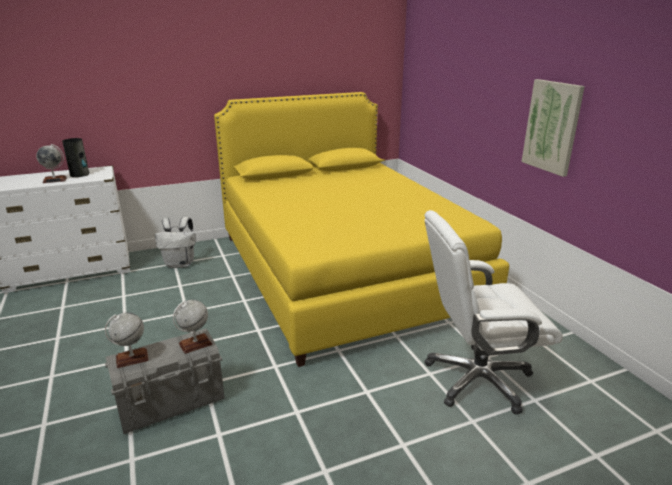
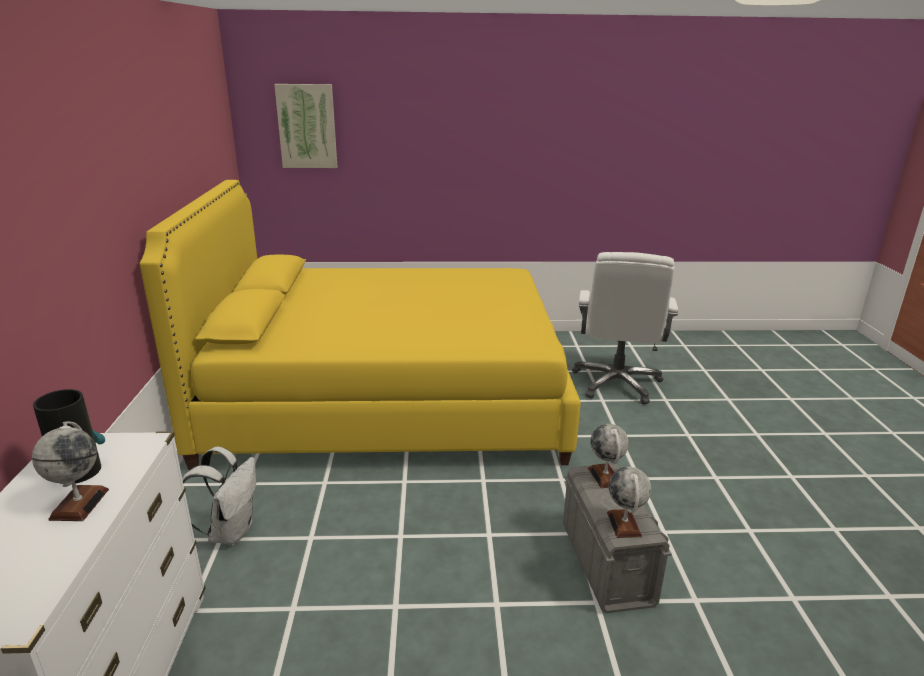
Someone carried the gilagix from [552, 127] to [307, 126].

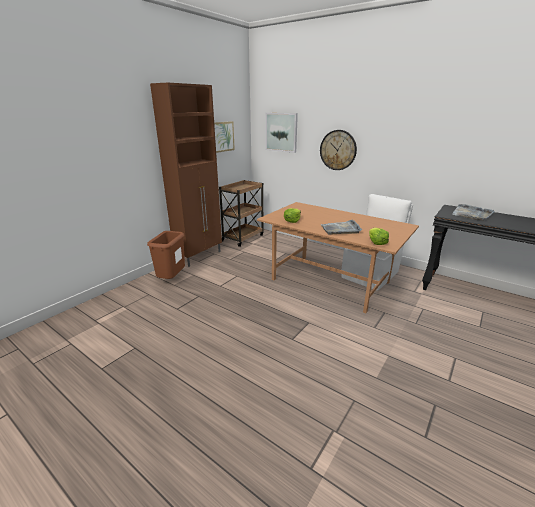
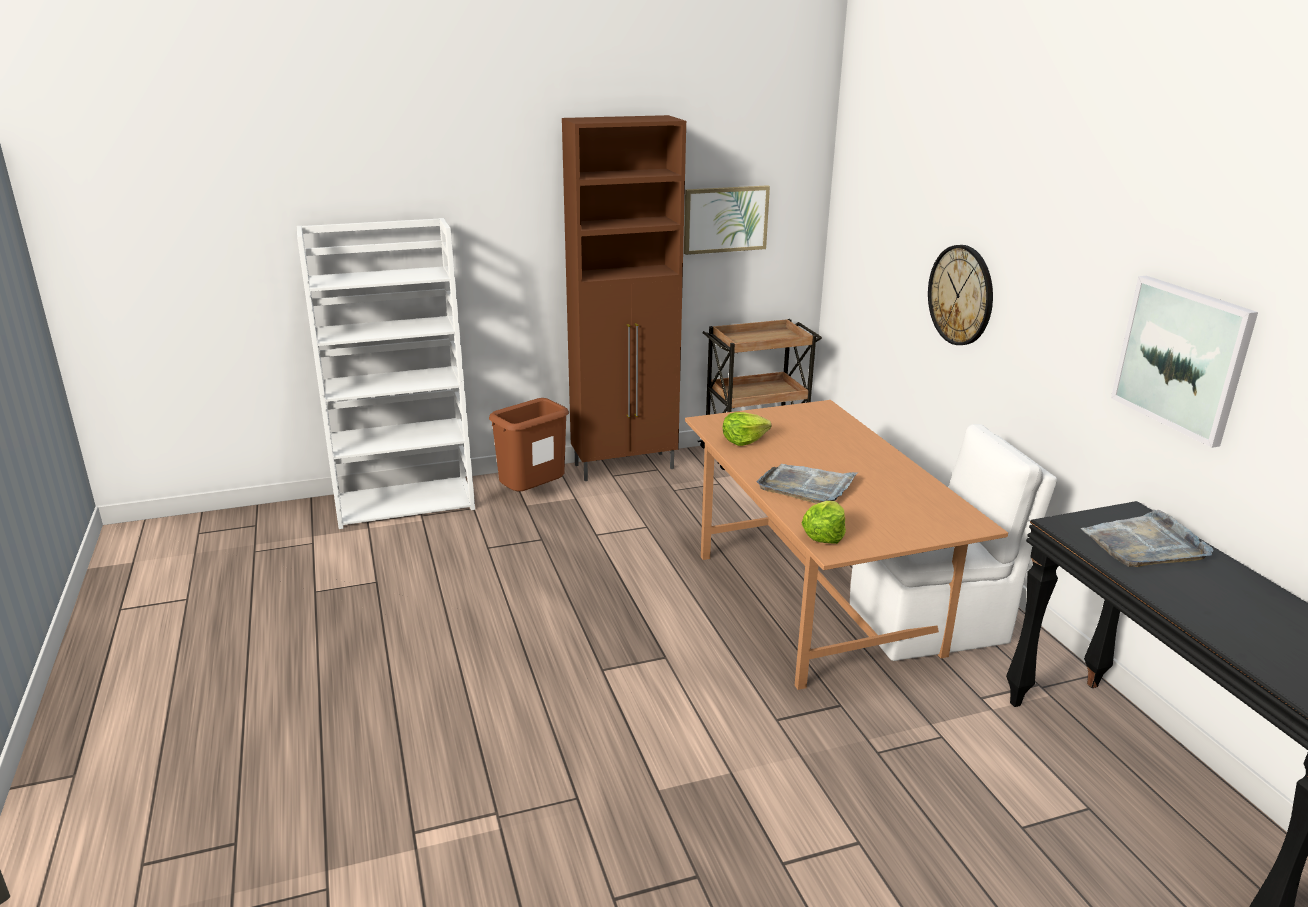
Someone carried the gilagix from [281, 132] to [1182, 358].
Someone put down the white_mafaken at [406, 502].

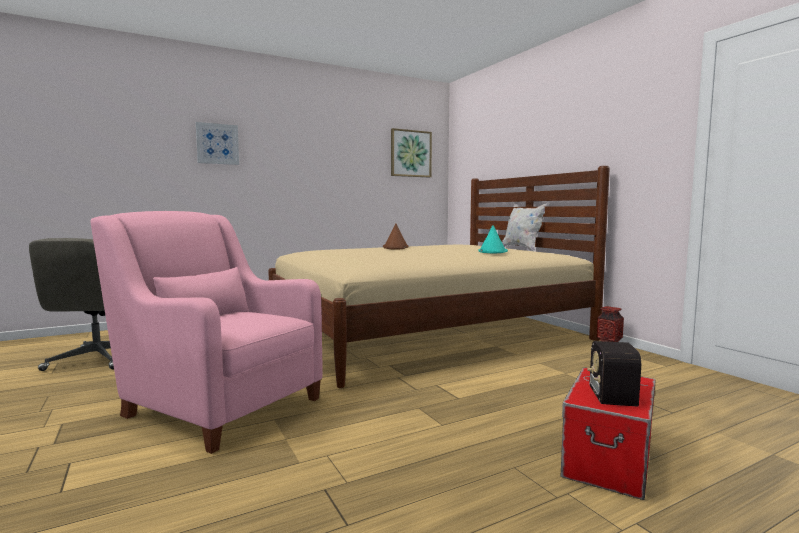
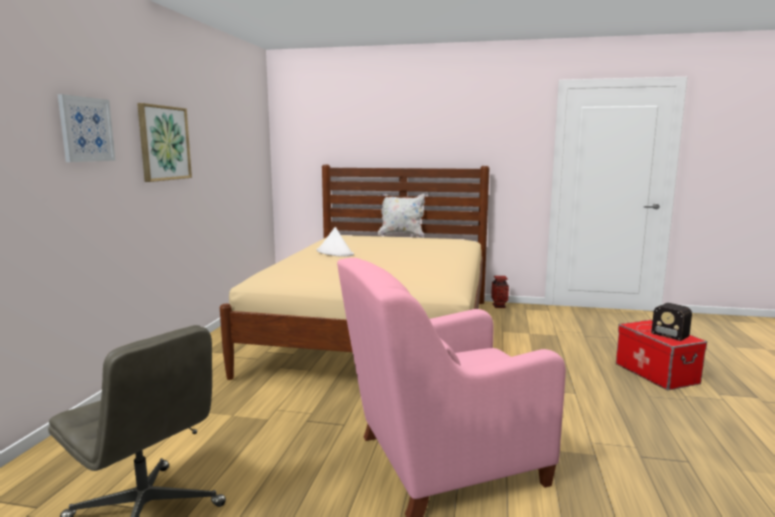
Someone carried the gilagix from [410, 153] to [164, 143].
Someone repainted the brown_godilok at [395, 247], which became the white_godilok at [335, 253].
Someone took away the turquoise_godilok at [492, 252].

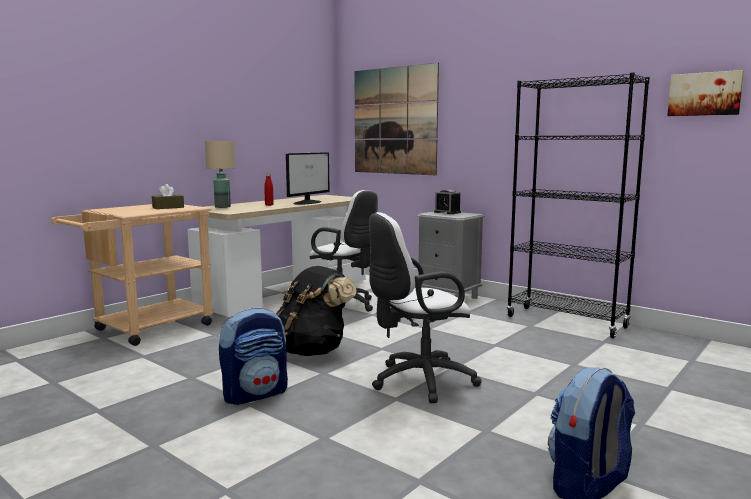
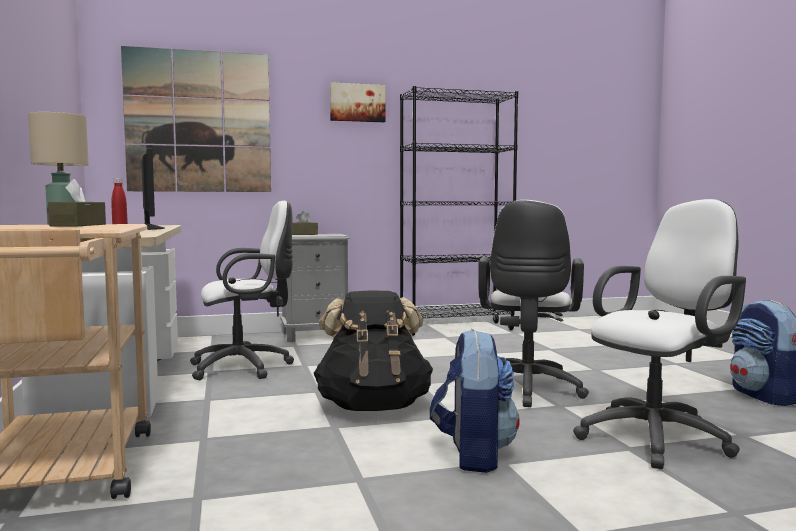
Someone carried the gilagix from [704, 94] to [357, 103].
Someone swapped the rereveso at [447, 212] for the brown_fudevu at [303, 234].
Someone put down the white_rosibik at [659, 437].

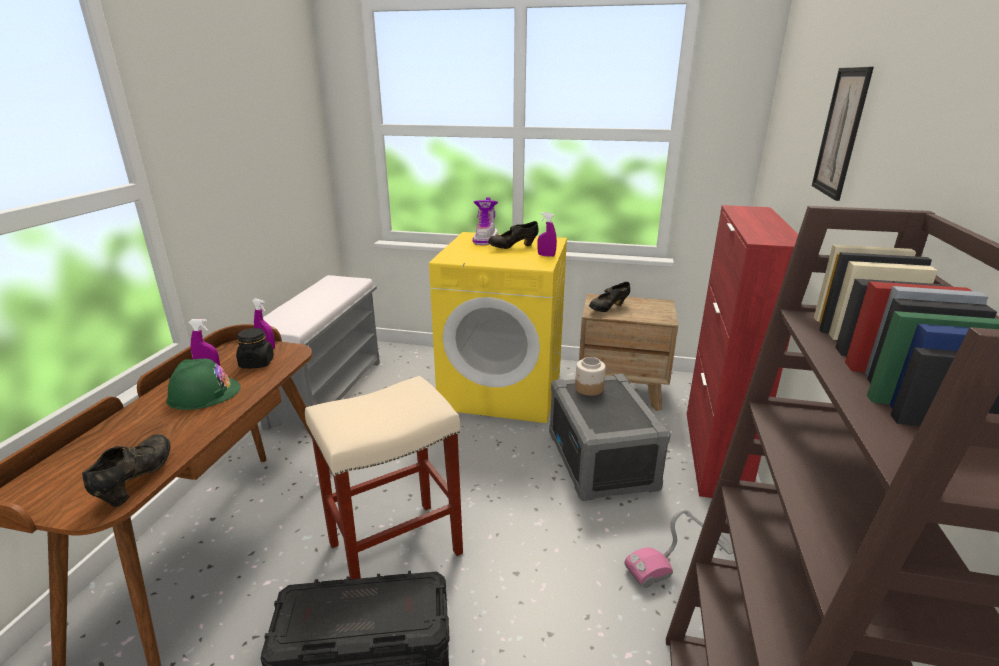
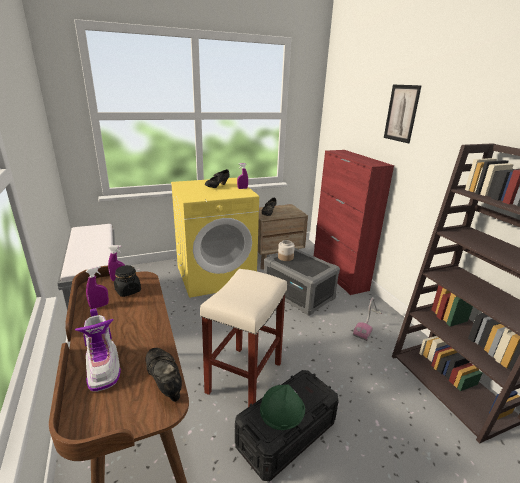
Someone carried the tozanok from [485, 239] to [103, 367].
Someone carried the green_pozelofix from [204, 393] to [282, 409].

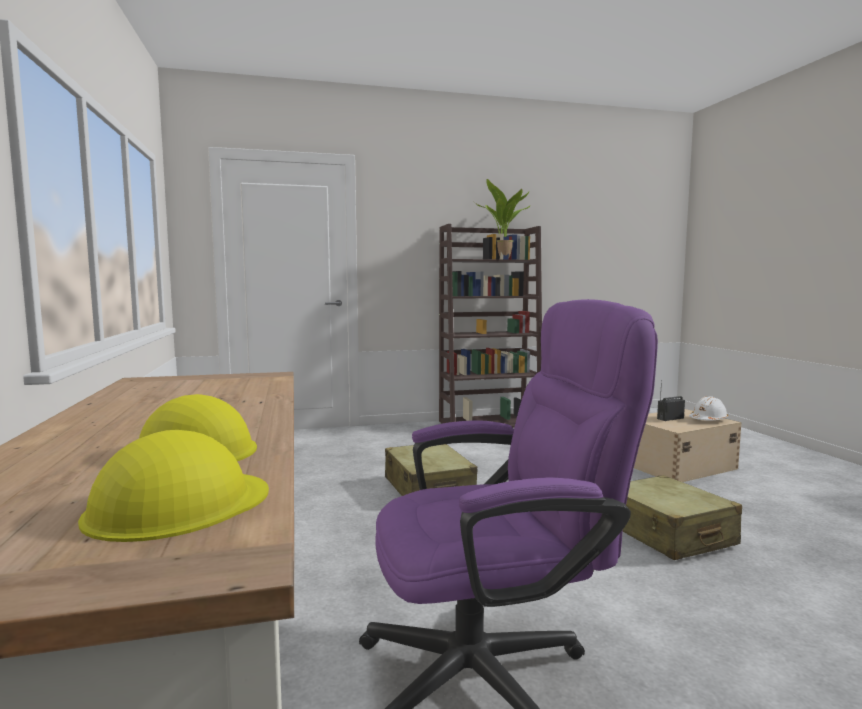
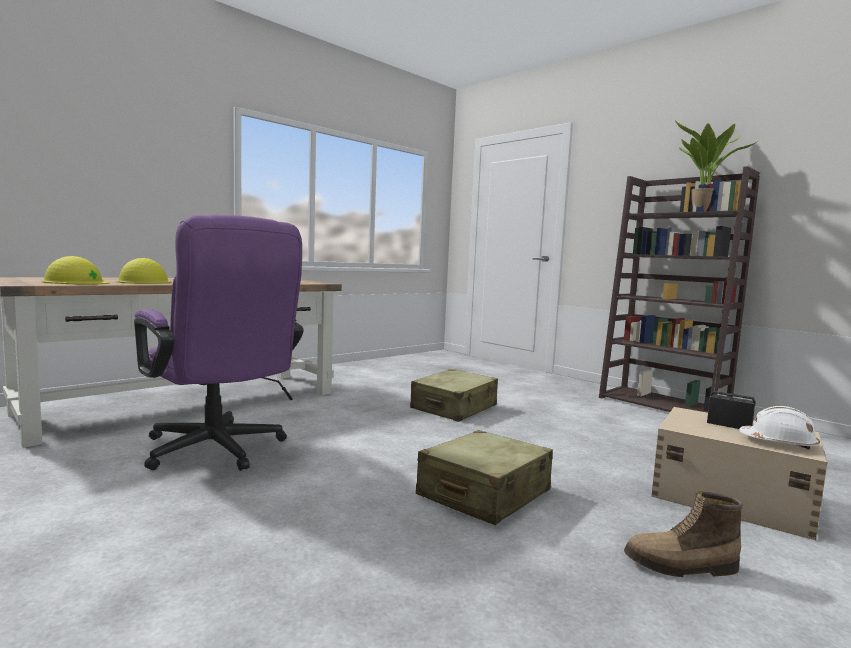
Someone put down the tozanok at [681, 566].

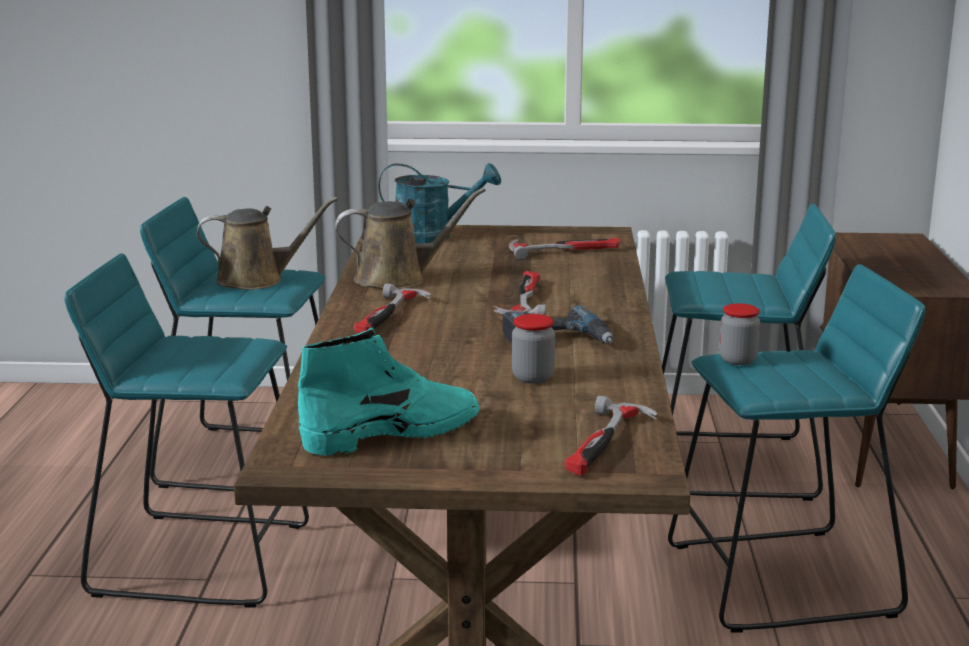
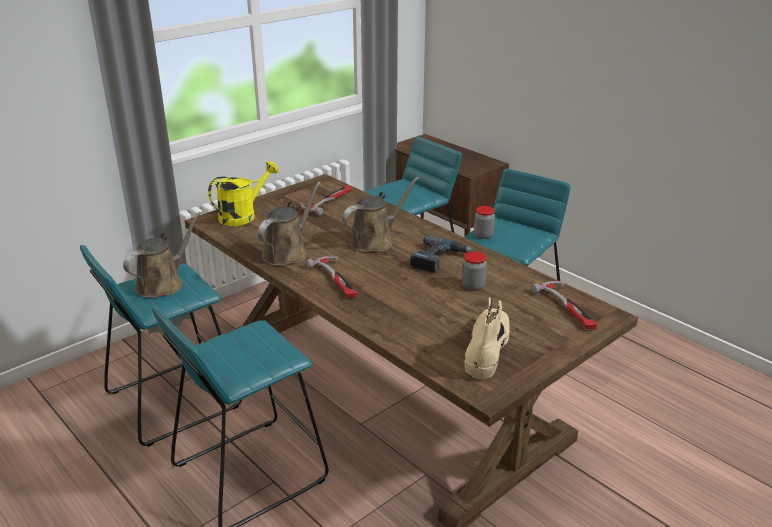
Someone repainted the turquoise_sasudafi at [434, 236], which became the yellow_sasudafi at [243, 215].
Someone swapped the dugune at [523, 300] for the brown_sasudafi at [375, 241].
Someone repainted the turquoise_tozanok at [393, 433], which became the beige_tozanok at [487, 348].

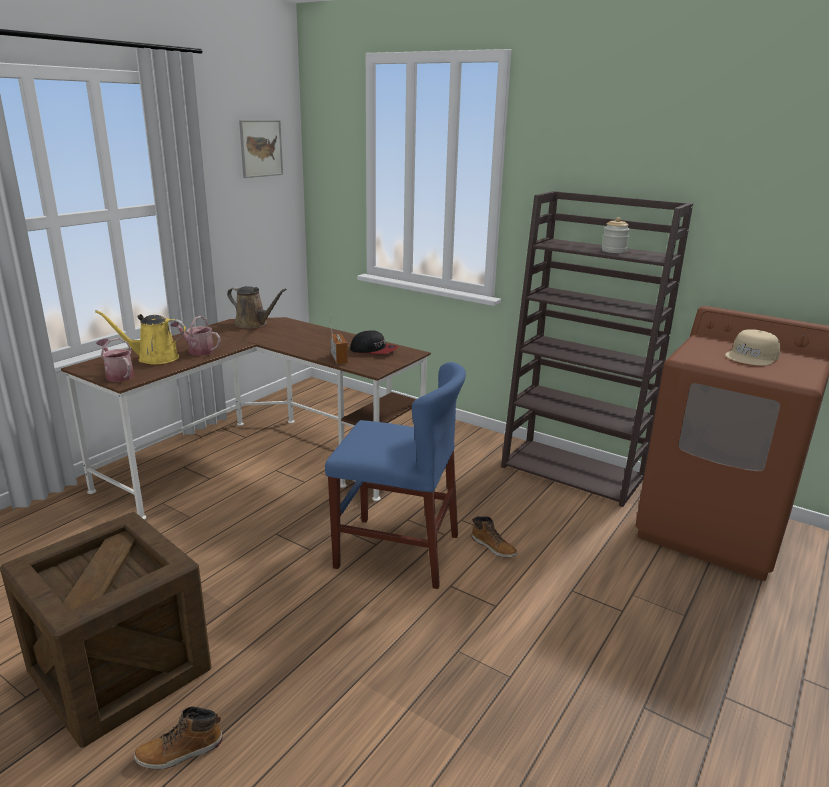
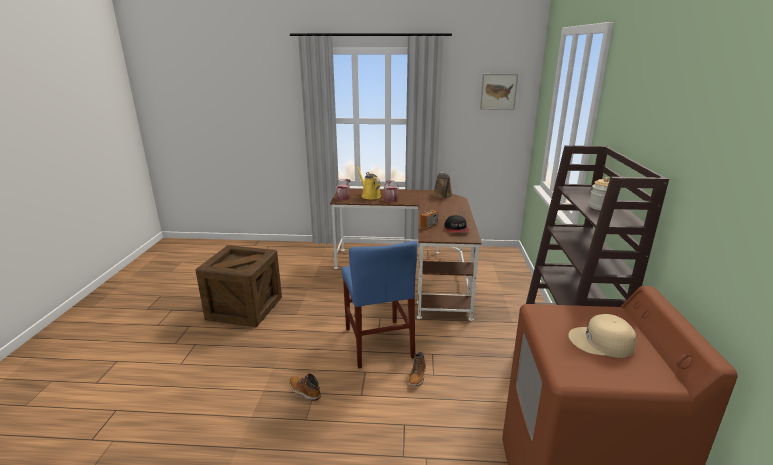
Someone carried the tozanok from [180, 752] to [304, 391].

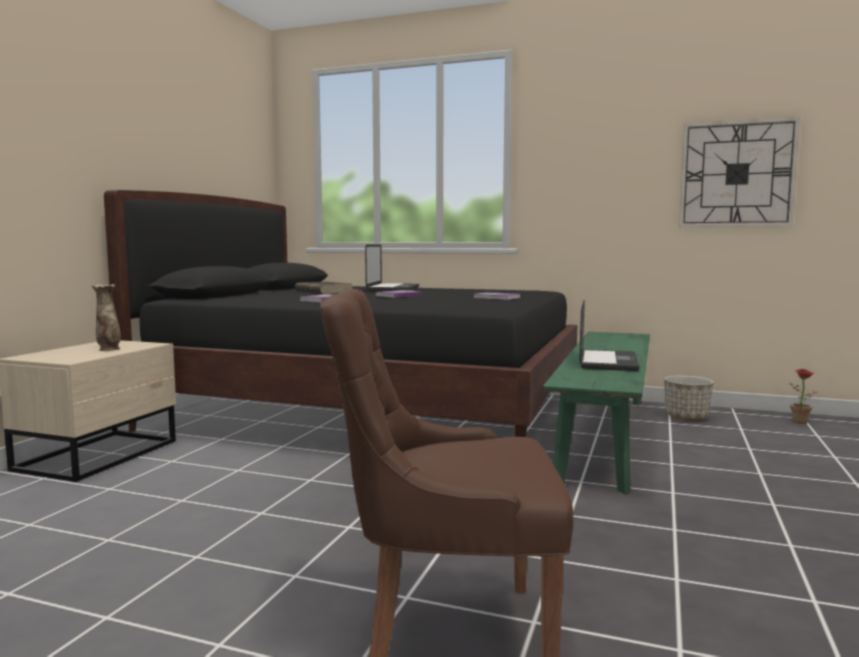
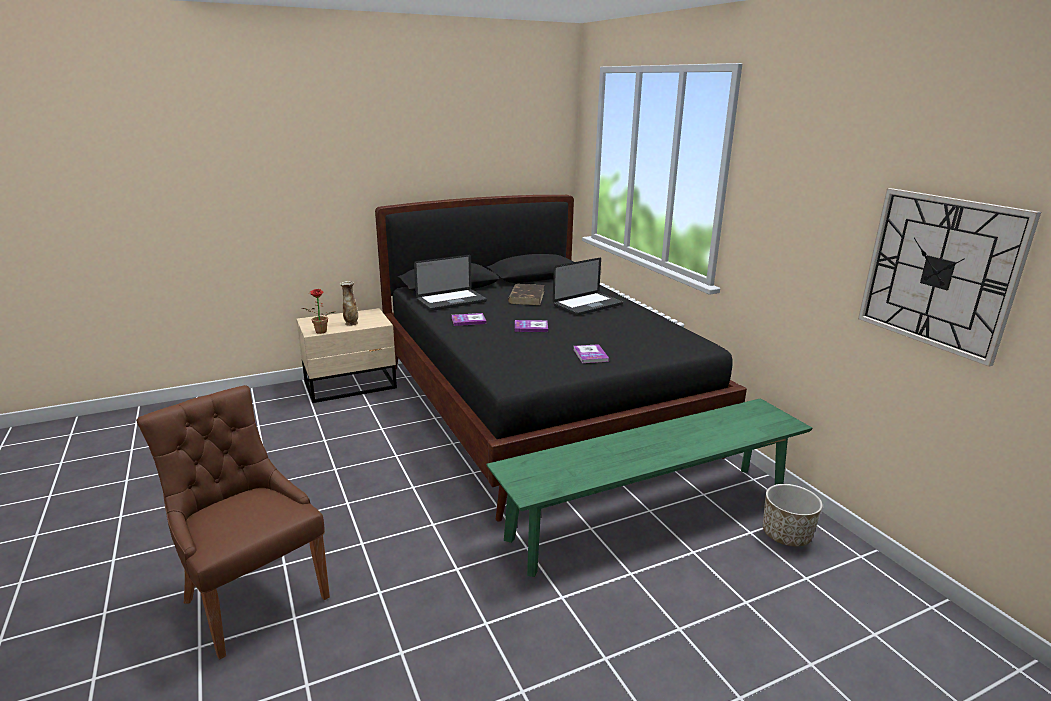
Someone carried the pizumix from [608, 362] to [451, 301].
Someone carried the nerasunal from [803, 422] to [319, 332].

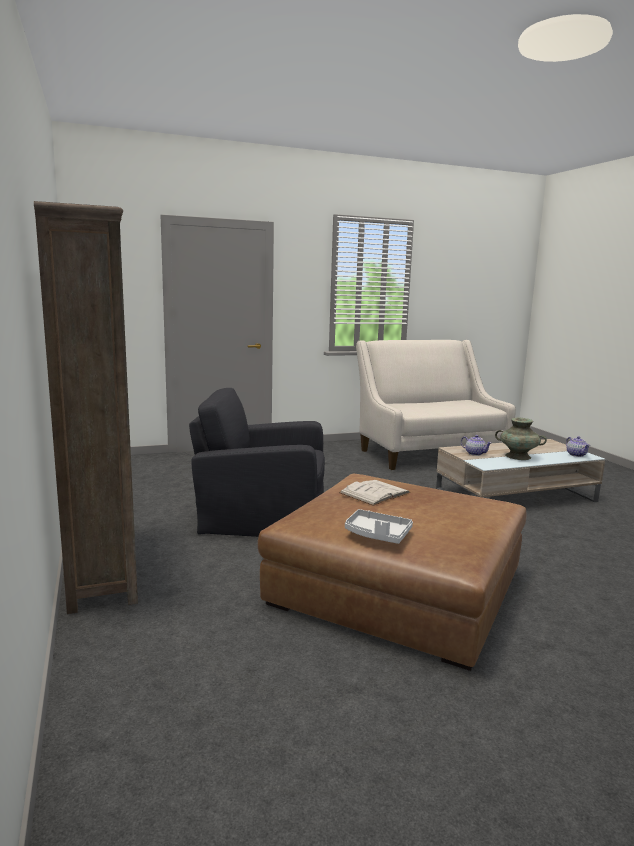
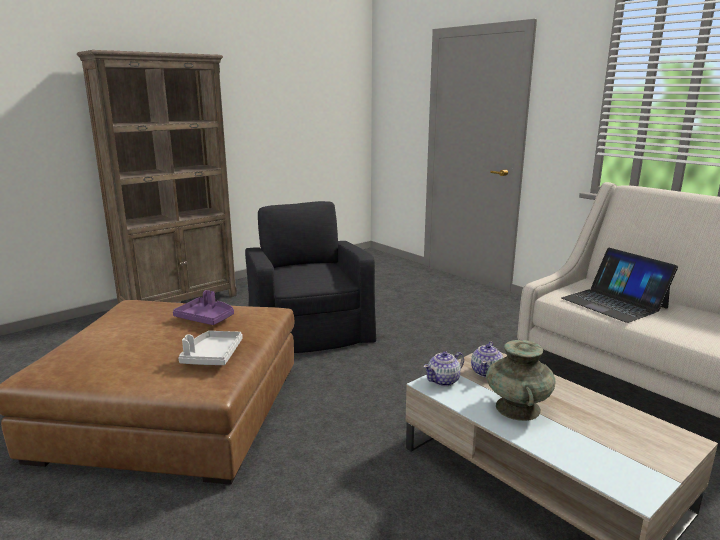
Someone carried the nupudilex from [576, 455] to [444, 380].
Someone swapped the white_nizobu at [374, 493] for the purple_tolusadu at [206, 318].
Someone carried the grey_tolusadu from [377, 535] to [212, 356].
Someone put down the pizumix at [614, 303].

